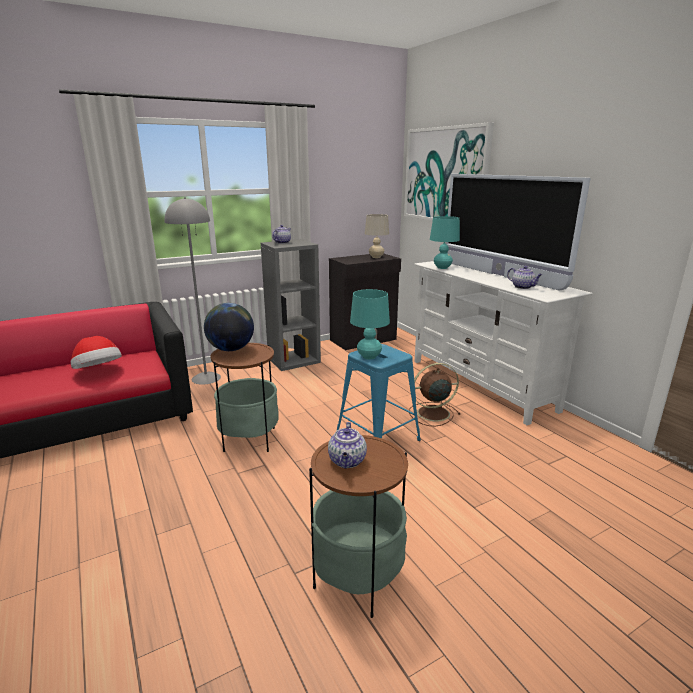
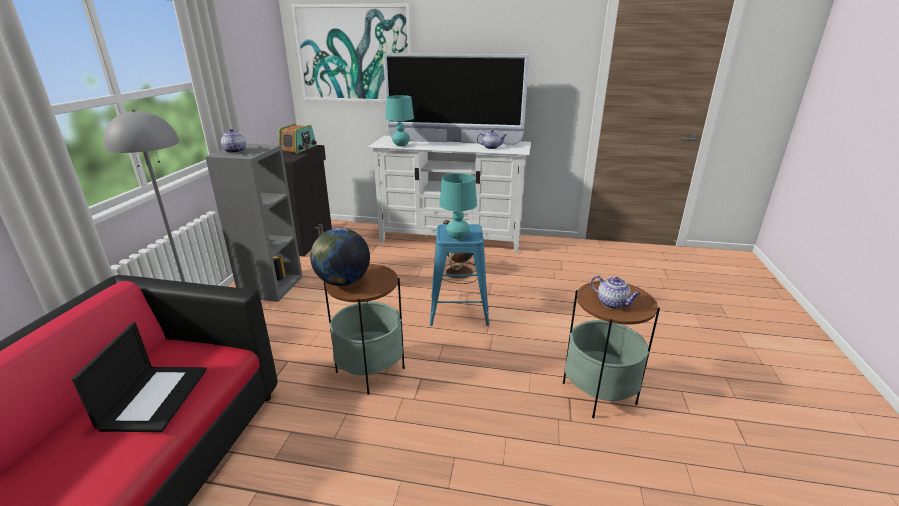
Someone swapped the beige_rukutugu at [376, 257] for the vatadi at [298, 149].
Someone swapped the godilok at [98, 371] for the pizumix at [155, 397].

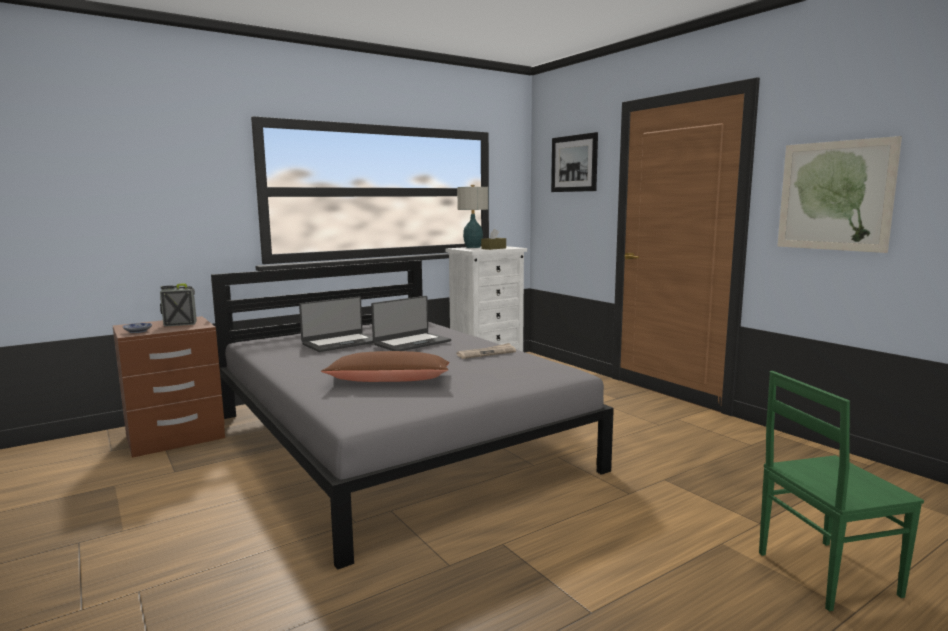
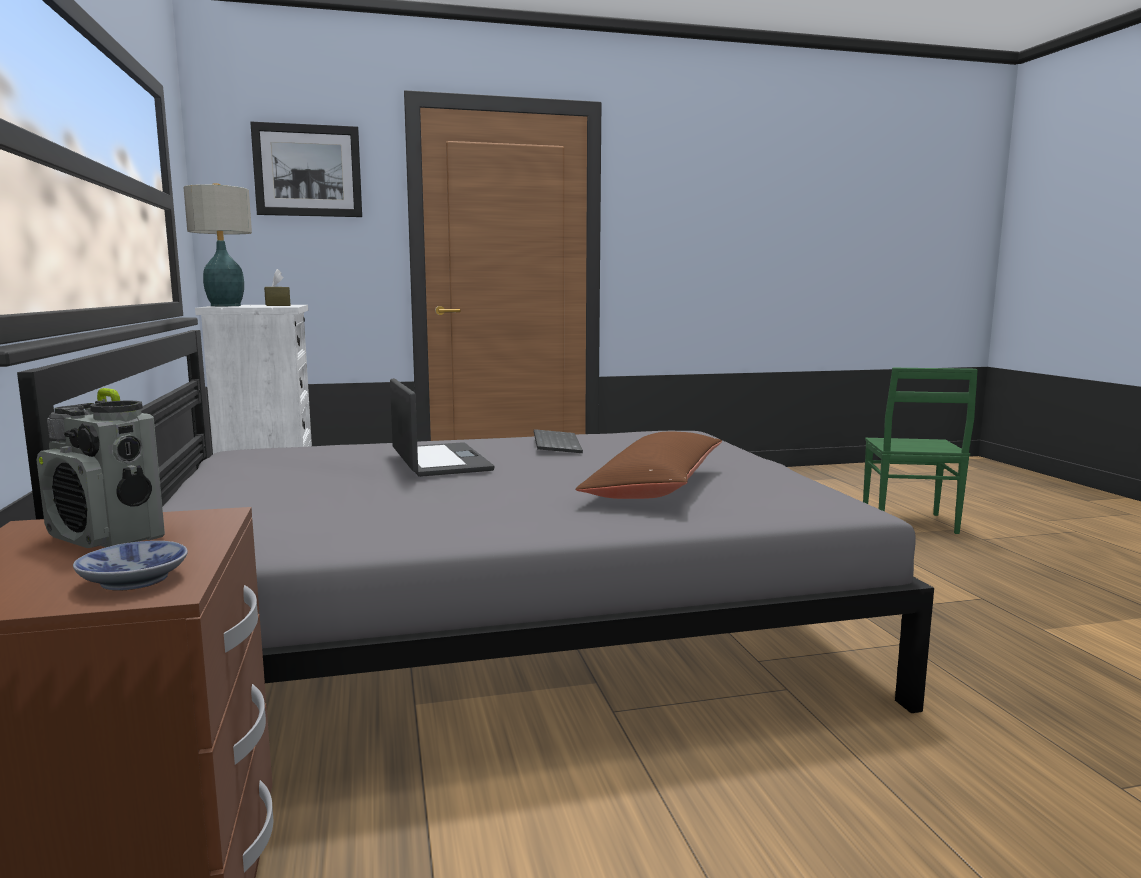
Someone took away the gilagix at [834, 196].
Someone rotated the vatadi at [180, 324] by 60 degrees counterclockwise.
Someone took away the pizumix at [340, 343].
Someone swapped the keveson at [486, 353] for the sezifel at [554, 444].

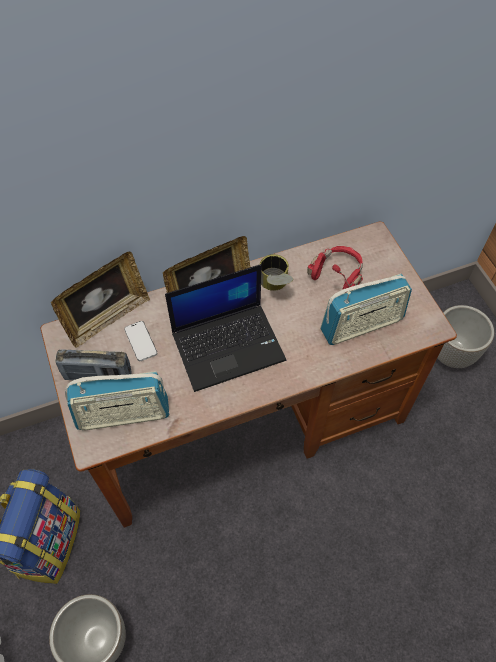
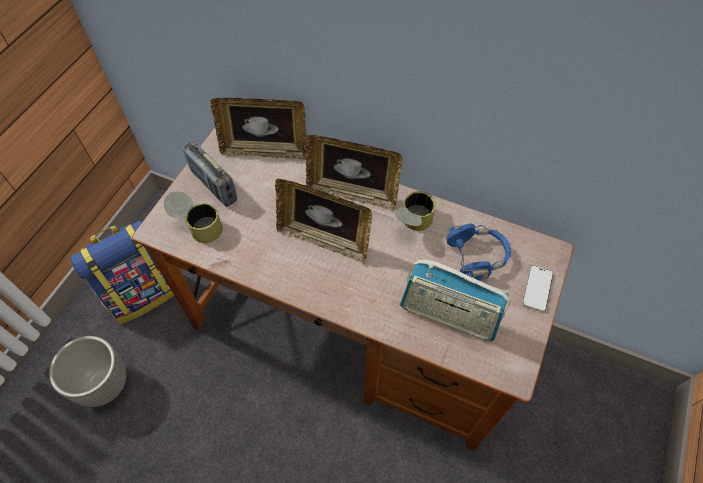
Someone repainted the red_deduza at [337, 275], which became the blue_deduza at [476, 257].
Someone swapped the pizumix at [229, 345] for the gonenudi at [324, 240].
Someone took away the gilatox at [452, 354].
Someone carried the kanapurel from [141, 341] to [537, 289].
Someone swapped the vatadi at [123, 415] for the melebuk at [198, 226].

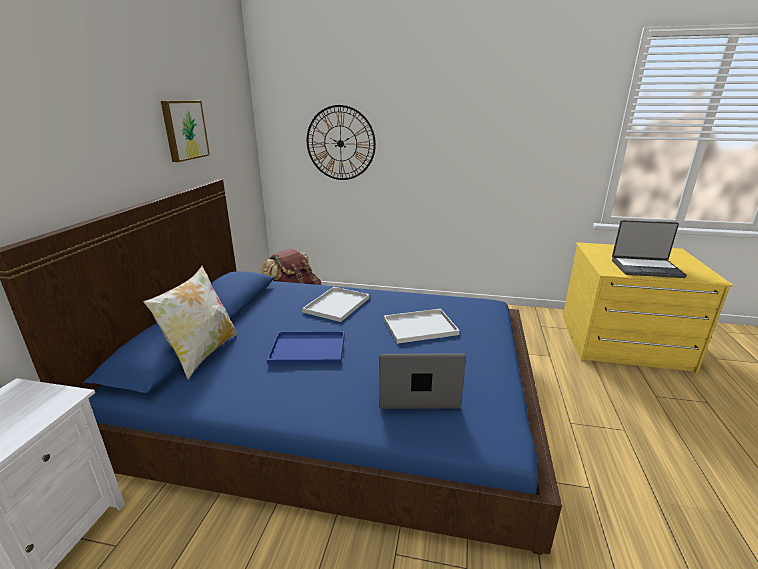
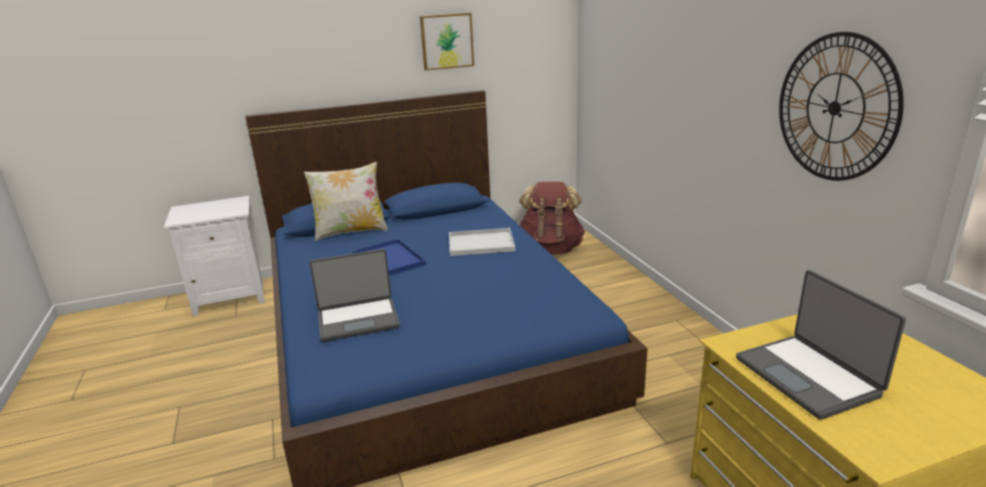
Someone carried the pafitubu from [340, 143] to [835, 108].
Someone took away the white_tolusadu at [419, 327].
Someone rotated the pizumix at [417, 392] by 105 degrees clockwise.

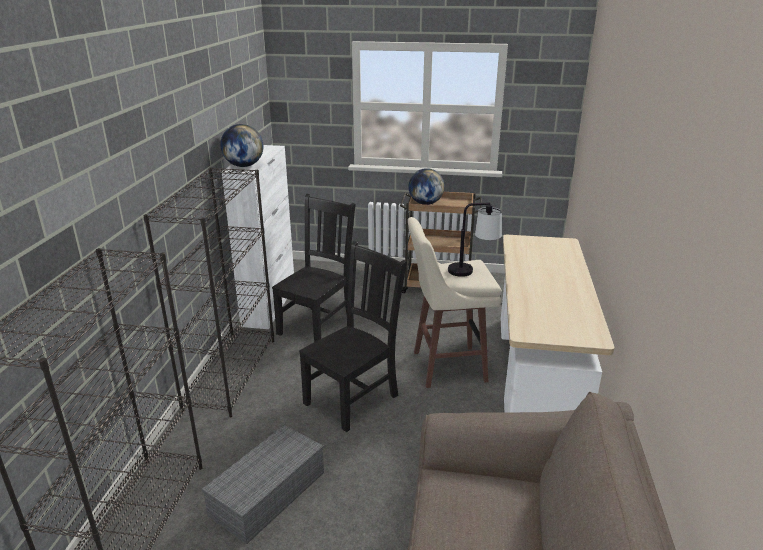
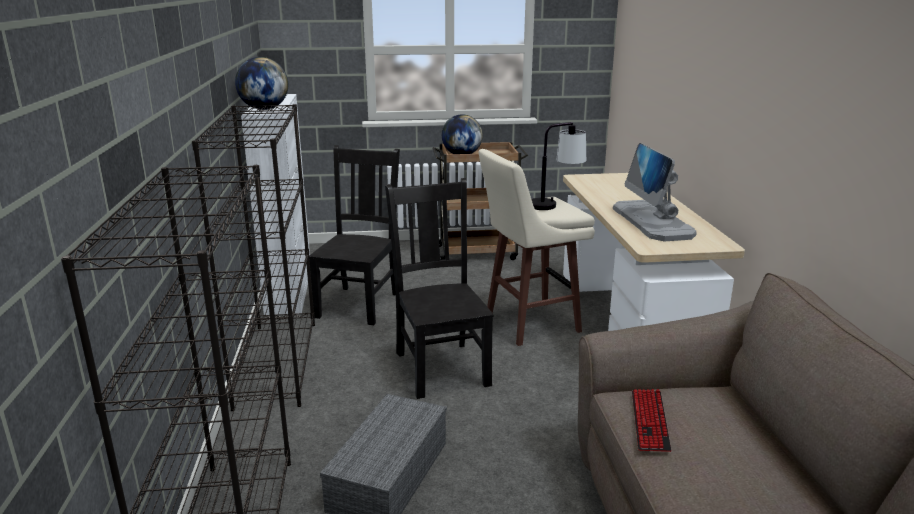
Someone rotated the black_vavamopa at [354, 398] by 45 degrees counterclockwise.
Someone put down the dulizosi at [652, 221].
Someone put down the sezifel at [649, 421].

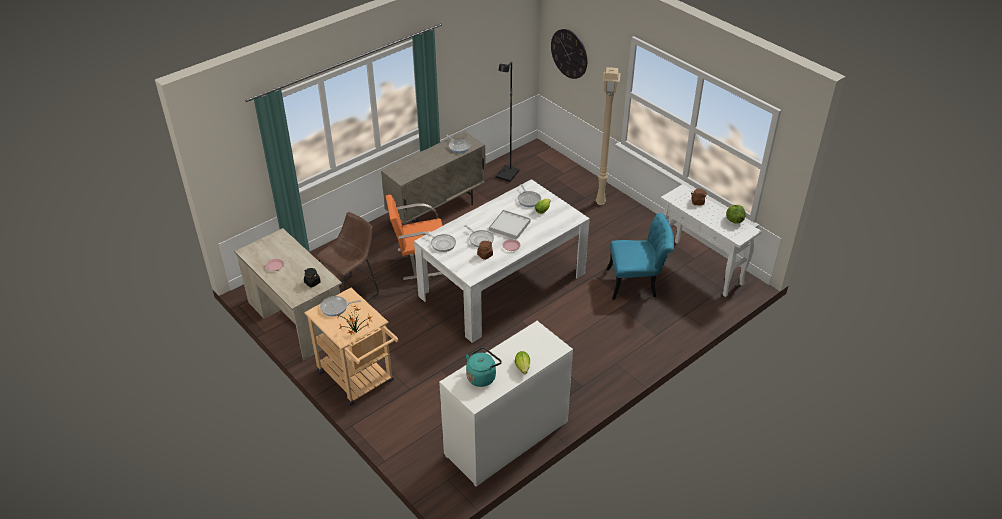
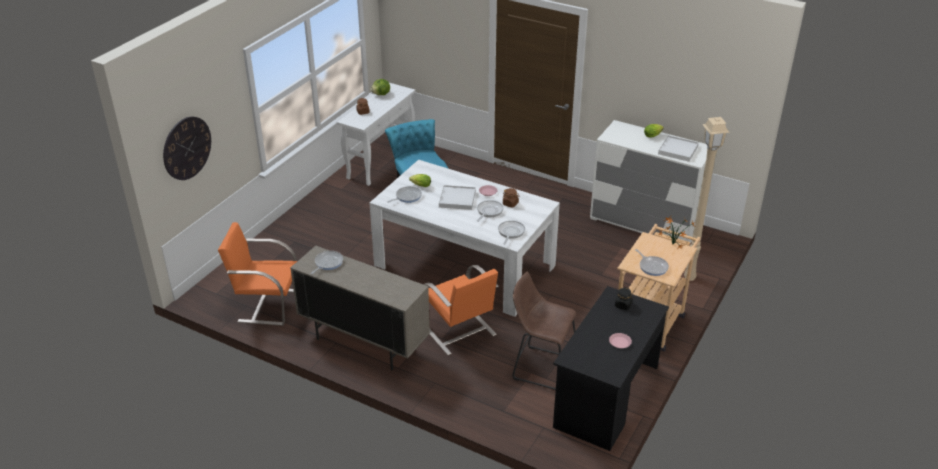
Someone swapped the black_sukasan at [508, 175] for the orange_vavamopa at [267, 305].
Someone carried the beige_sukasan from [601, 202] to [688, 277].
Someone repainted the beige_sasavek at [296, 319], which became the black_sasavek at [606, 397].
Someone swapped the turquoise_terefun at [482, 376] for the white_tolusadu at [678, 150].

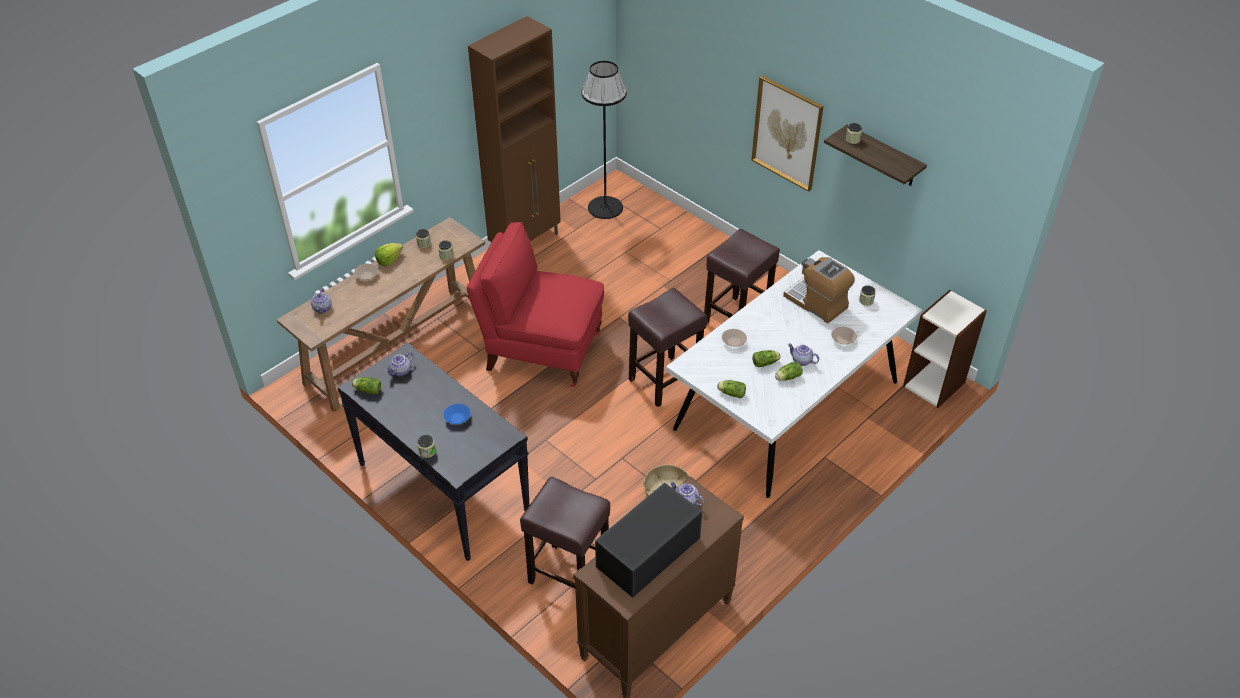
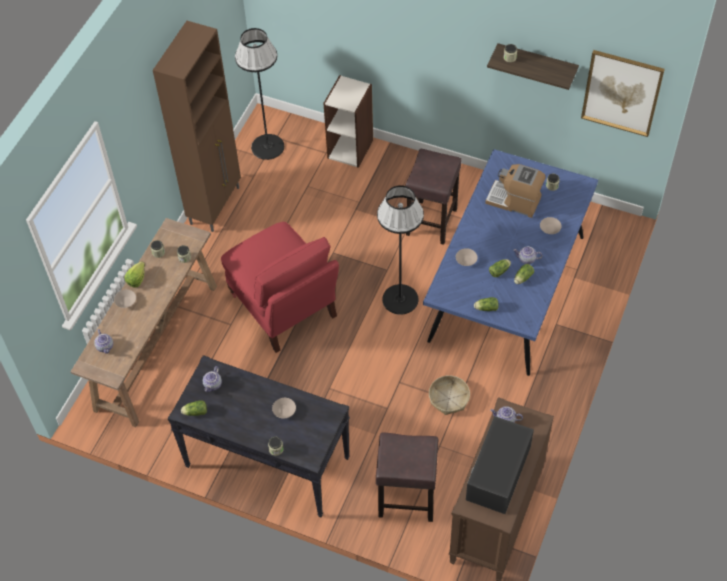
Someone carried the gilagix from [787, 133] to [621, 92].
Someone rotated the red_vavamopa at [542, 351] by 120 degrees counterclockwise.
Someone repainted the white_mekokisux at [786, 406], which became the blue_mekokisux at [507, 289].
Someone swapped the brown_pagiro at [665, 380] for the black_sukasan at [400, 299].
Someone carried the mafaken from [934, 384] to [350, 148].
Someone repainted the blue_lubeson at [457, 418], which became the beige_lubeson at [284, 410].

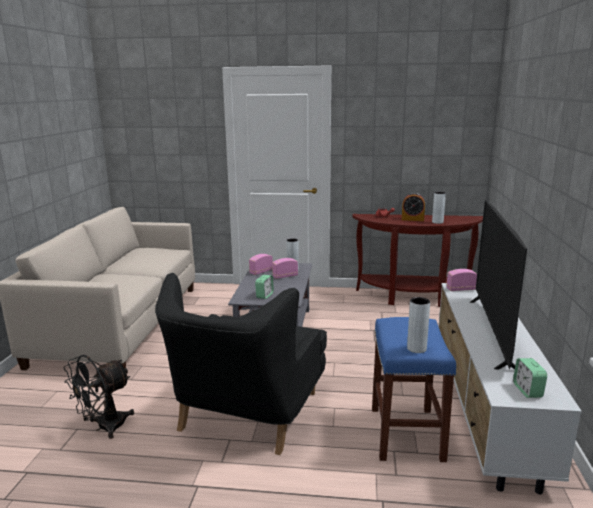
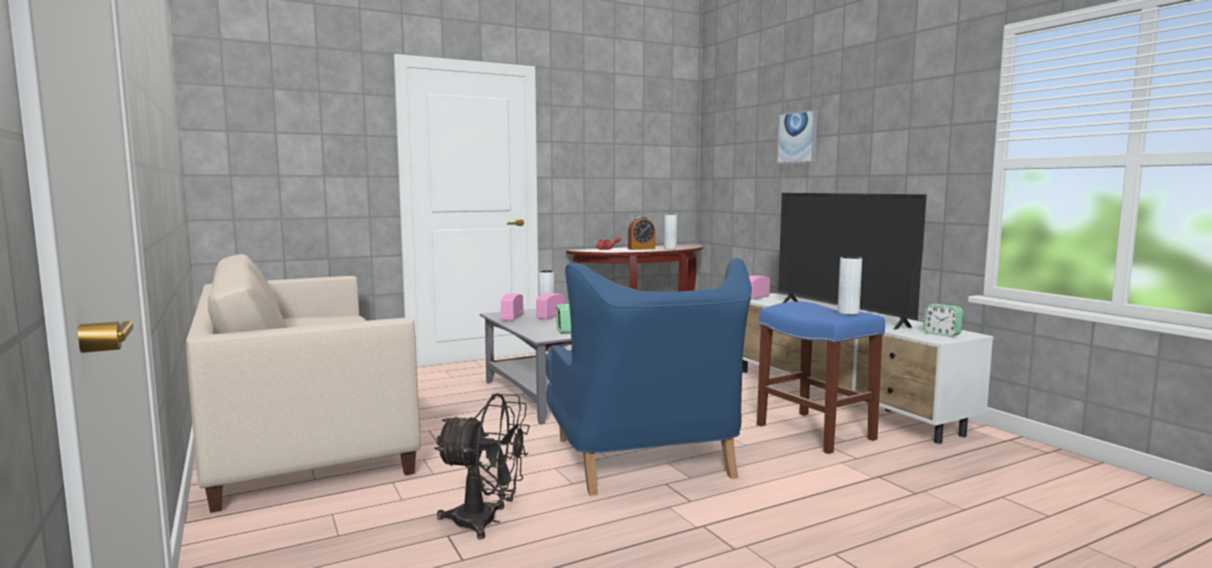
Someone repainted the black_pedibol at [247, 413], which became the blue_pedibol at [644, 460].
Someone rotated the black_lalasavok at [104, 427] by 90 degrees counterclockwise.
Someone put up the gilagix at [797, 137].

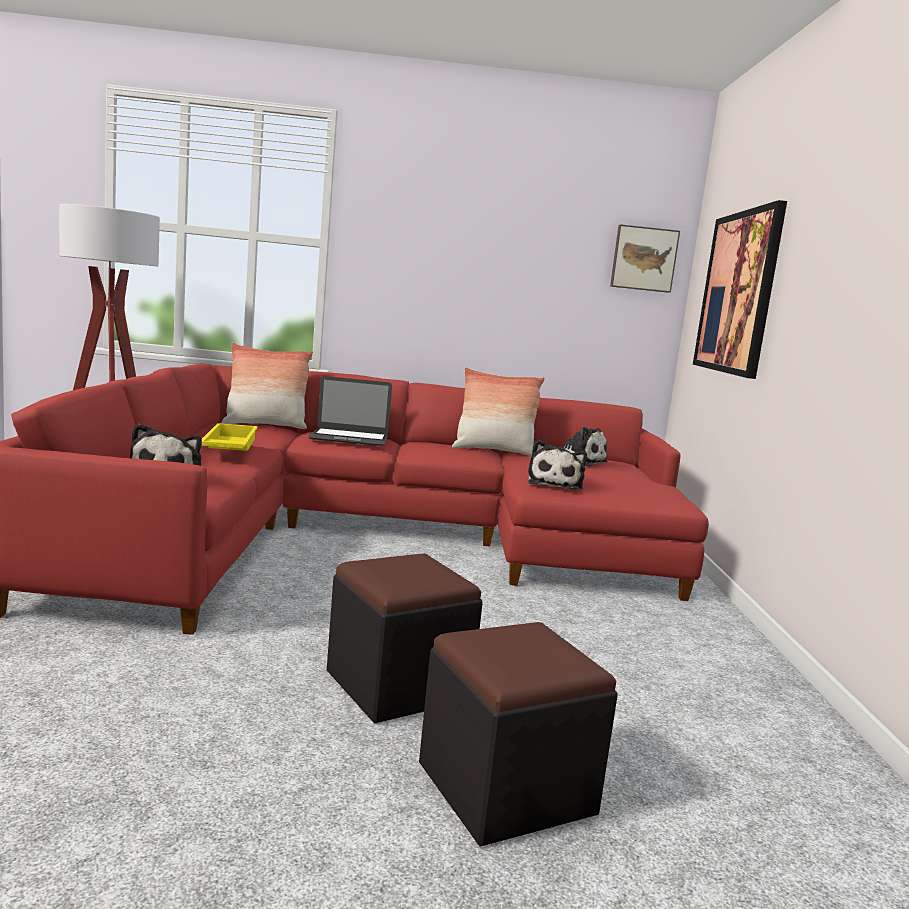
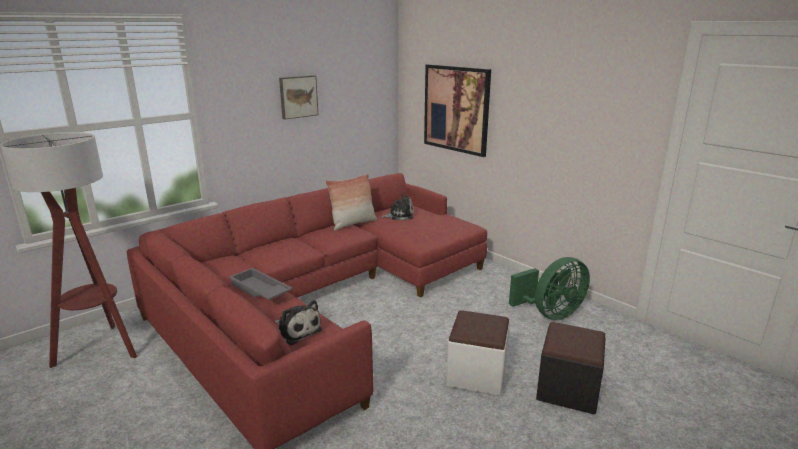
Someone carried the gilagix from [643, 259] to [298, 96].
Someone took away the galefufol at [265, 425].
Someone took away the pizumix at [349, 437].
Someone repainted the yellow_tolusadu at [228, 446], which became the grey_tolusadu at [259, 290].
Someone took away the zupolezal at [555, 483].
Someone repainted the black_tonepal at [397, 686], which became the white_tonepal at [477, 375].
Someone put down the green_lalasavok at [550, 314].

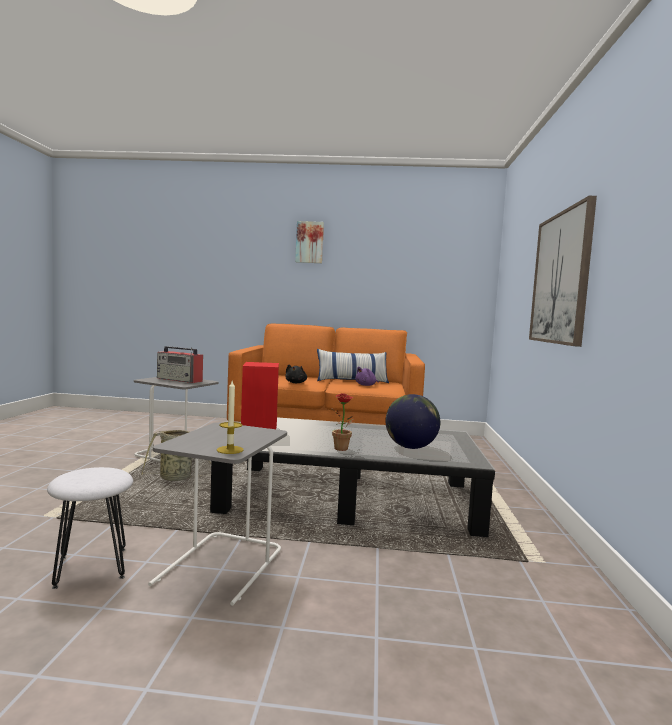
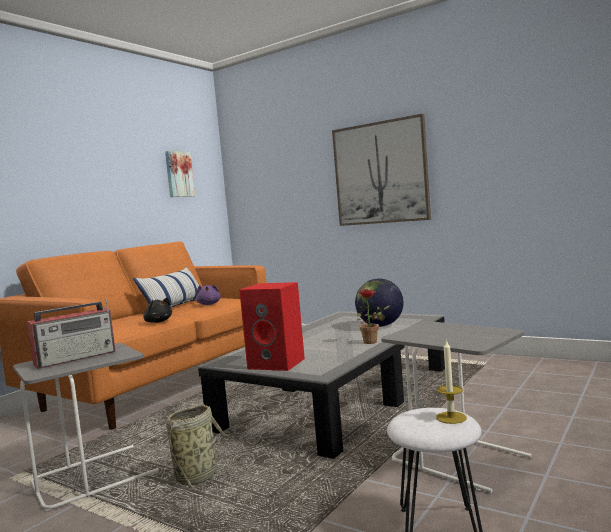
Someone carried the gilagix from [309, 242] to [178, 174].
Someone carried the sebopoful from [230, 450] to [451, 417].

